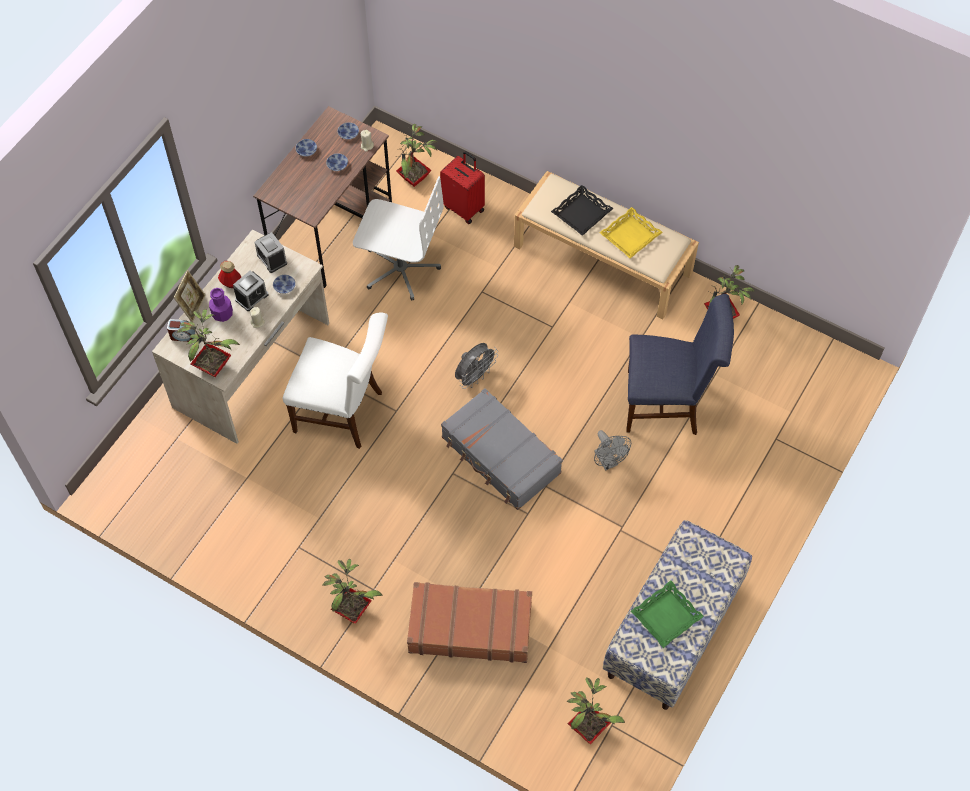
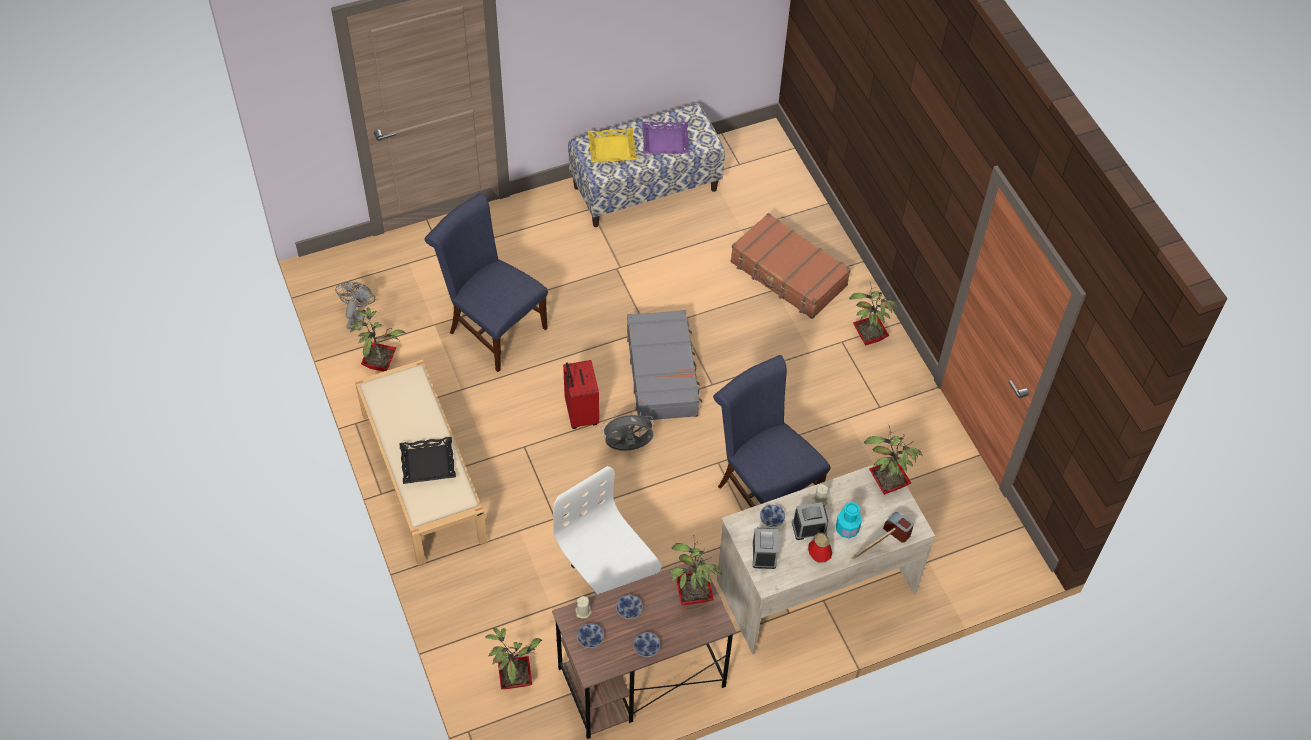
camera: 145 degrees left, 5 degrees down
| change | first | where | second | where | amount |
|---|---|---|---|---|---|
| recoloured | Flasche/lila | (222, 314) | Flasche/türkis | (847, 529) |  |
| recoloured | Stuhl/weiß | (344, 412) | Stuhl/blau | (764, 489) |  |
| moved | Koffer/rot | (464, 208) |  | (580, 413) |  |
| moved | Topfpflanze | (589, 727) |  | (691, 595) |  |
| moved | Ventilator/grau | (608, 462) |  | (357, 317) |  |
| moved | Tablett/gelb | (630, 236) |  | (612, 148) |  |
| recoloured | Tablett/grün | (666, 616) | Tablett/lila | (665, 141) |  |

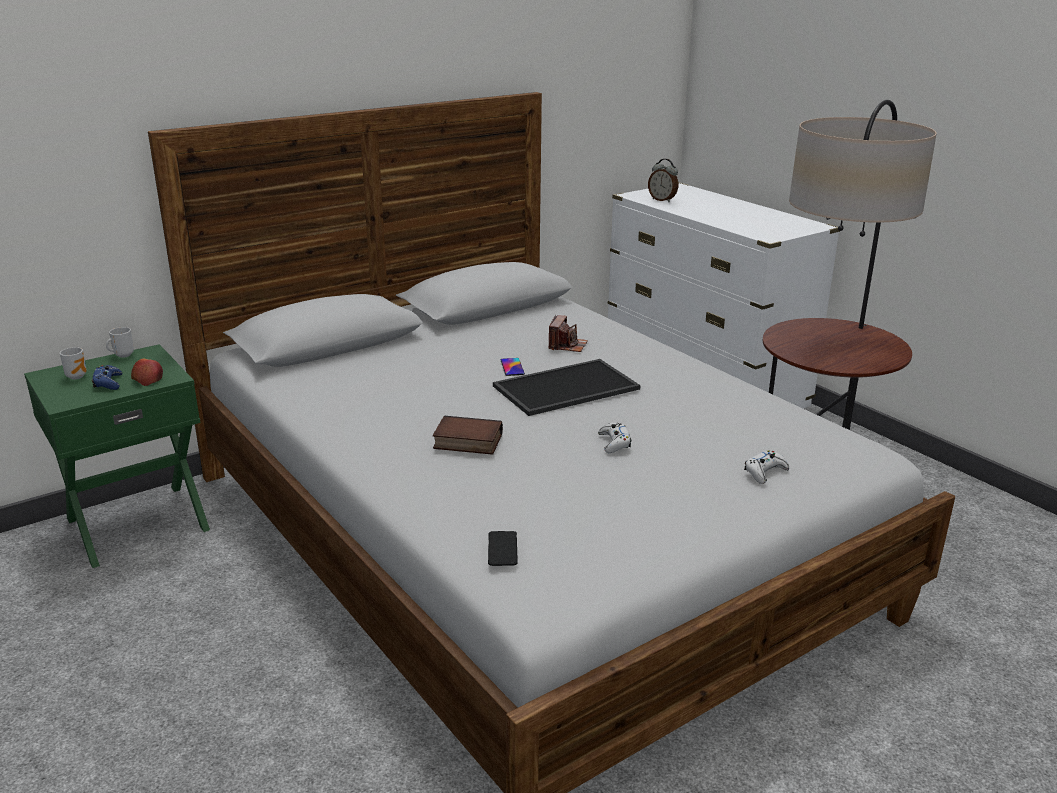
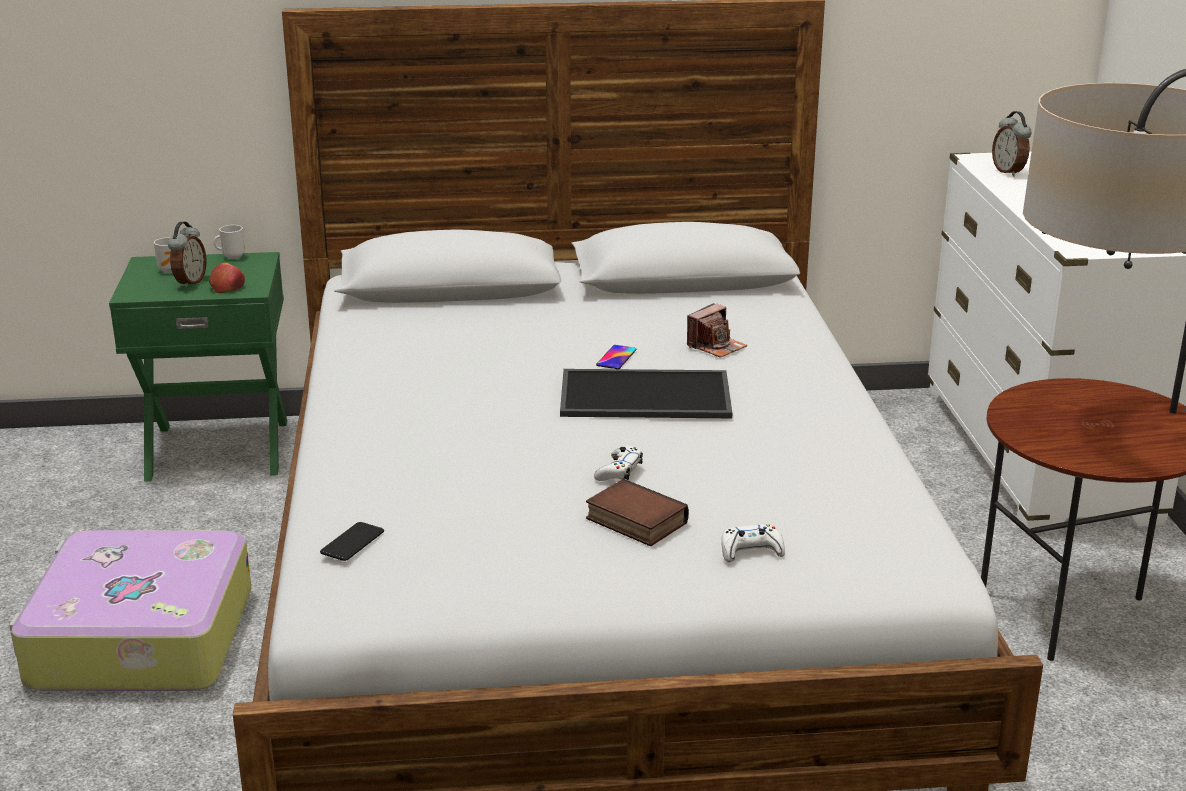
camera: 30 degrees right, 0 degrees up
| change | first | where | second | where | amount |
|---|---|---|---|---|---|
| replaced | Gamepad/blau | (108, 383) | Wecker | (189, 282) |  |
| moved | Buch | (466, 442) |  | (633, 521) |  |
| added |  |  | Koffer | (139, 639) |  |

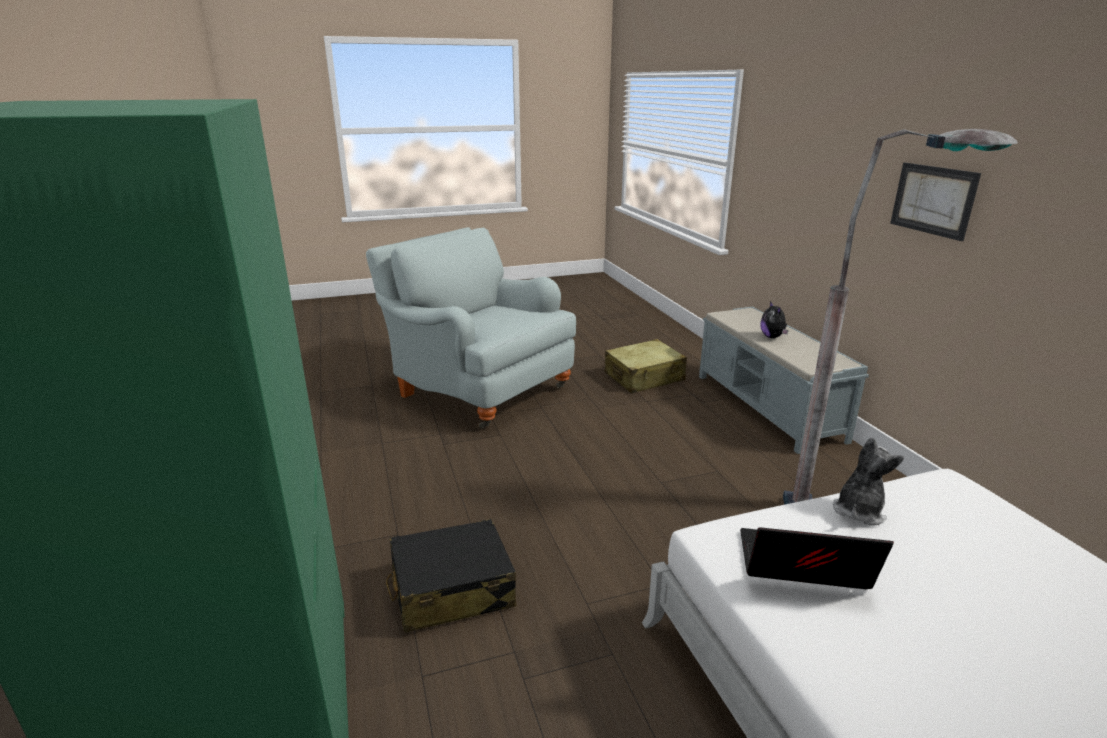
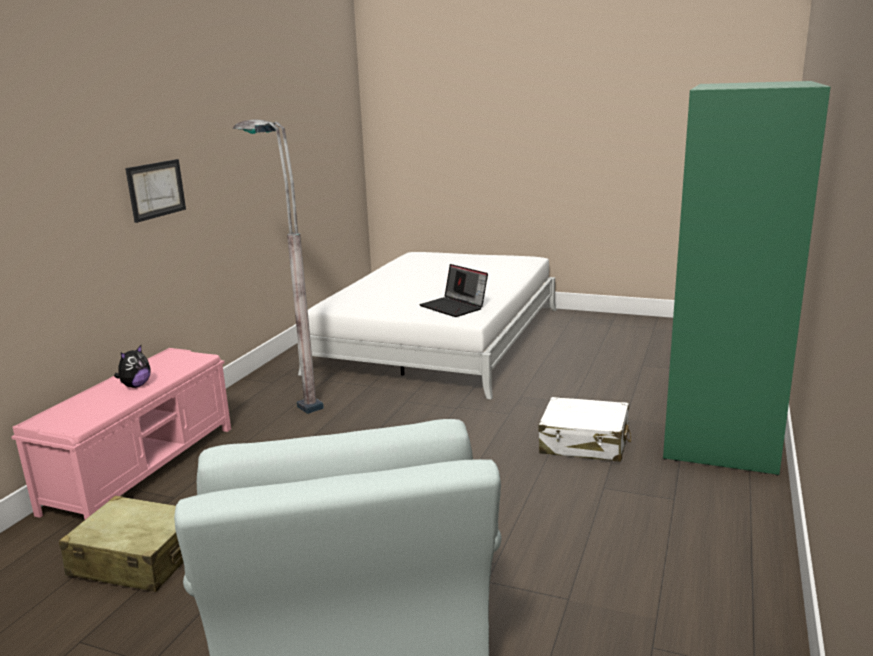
camera: 140 degrees left, 5 degrees down
| change | first | where | second | where | amount |
|---|---|---|---|---|---|
| recoloured | Koffer/schwarz | (451, 590) | Koffer/weiß | (584, 443) |  |
| recoloured | Bank/grau | (768, 407) | Bank/rosa | (143, 467) |  |
| removed | Plüschtier | (858, 511) |  |  |  |

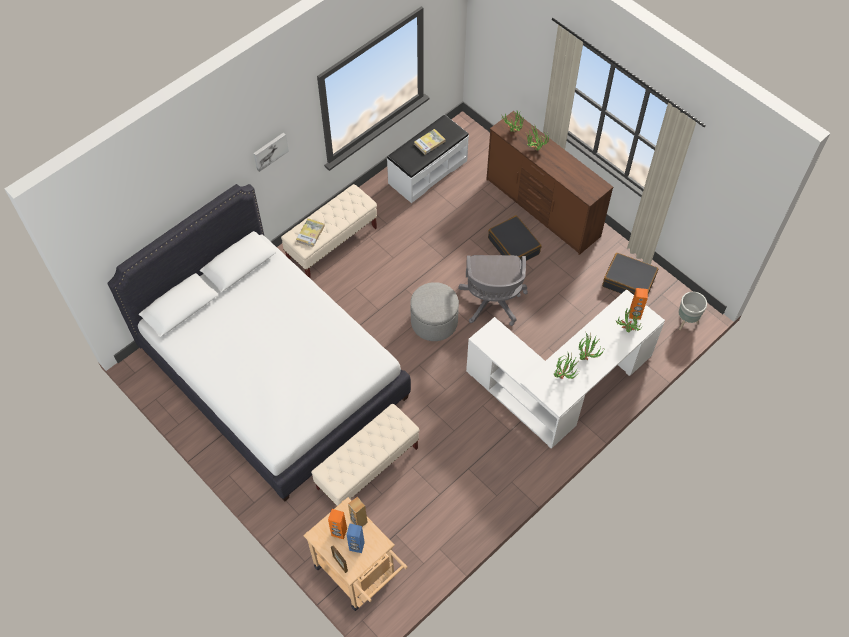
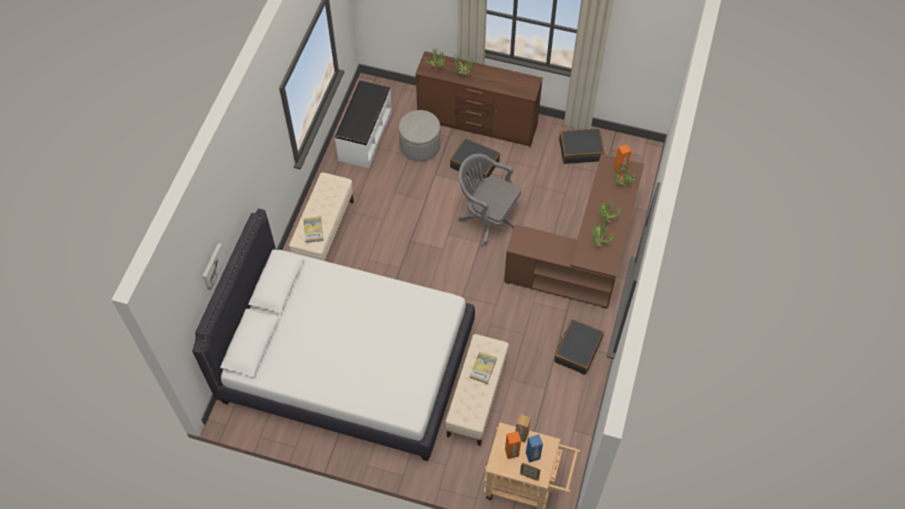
camera: 30 degrees left, 0 degrees up
| change | first | where | second | where | amount |
|---|---|---|---|---|---|
| moved | Bild | (270, 151) |  | (212, 266) |  |
| moved | Polsterhocker/grau | (434, 322) |  | (420, 146) |  |
| moved | Buch | (429, 142) |  | (483, 368) |  |
| turned | Bürostuhl/grau | (492, 303) |  | (488, 218) | 150 degrees clockwise |
| recoloured | Schreibtisch/weiß | (562, 386) | Schreibtisch/braun | (583, 256) |  |
| removed | Pflanzkübel/grau | (686, 322) |  |  |  |
| added |  |  | Koffer/schwarz | (577, 350) |  |

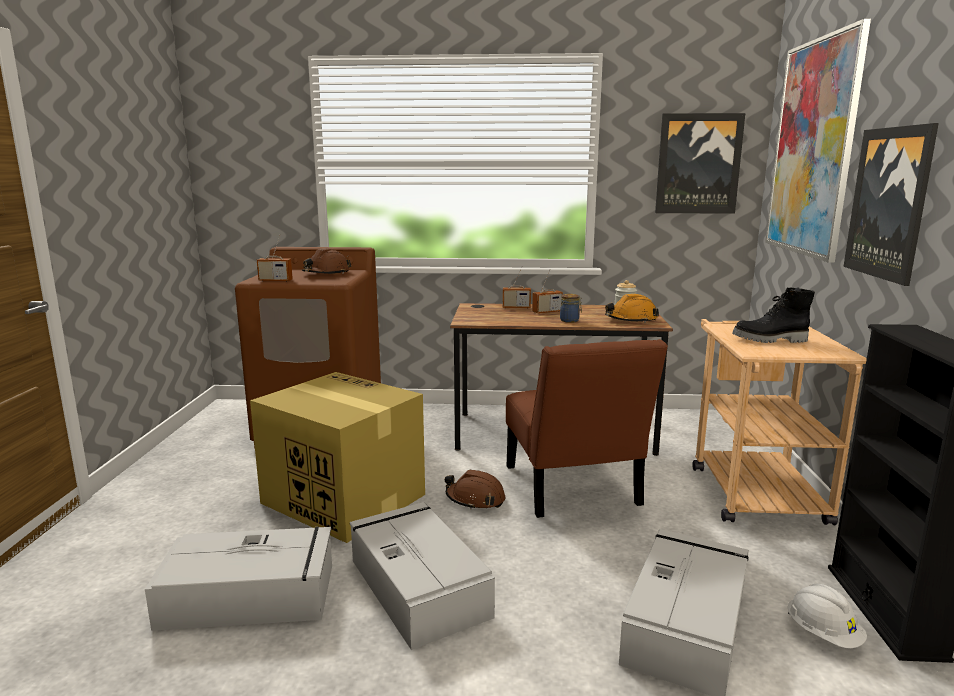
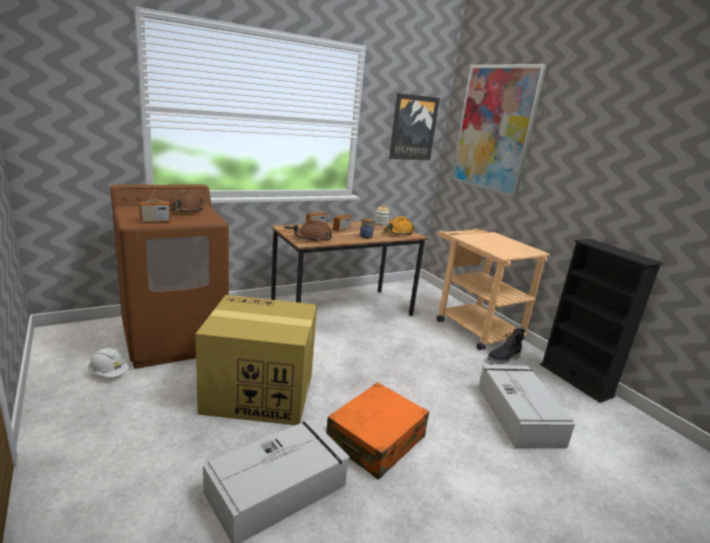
camera: 35 degrees left, 5 degrees up
| change | first | where | second | where | amount |
|---|---|---|---|---|---|
| replaced | Aufbewahrungsbox/grau | (417, 586) | Koffer/orange | (376, 440) |  |
| moved | Schutzhelm/braun | (475, 499) |  | (313, 238) |  |
| removed | Stuhl/braun | (573, 489) |  |  |  |
| moved | Stiefel/schwarz | (770, 340) |  | (504, 359) |  |
| moved | Schutzhelm/weiß | (823, 634) |  | (109, 373) |  |
| removed | Bild | (889, 203) |  |  |  |

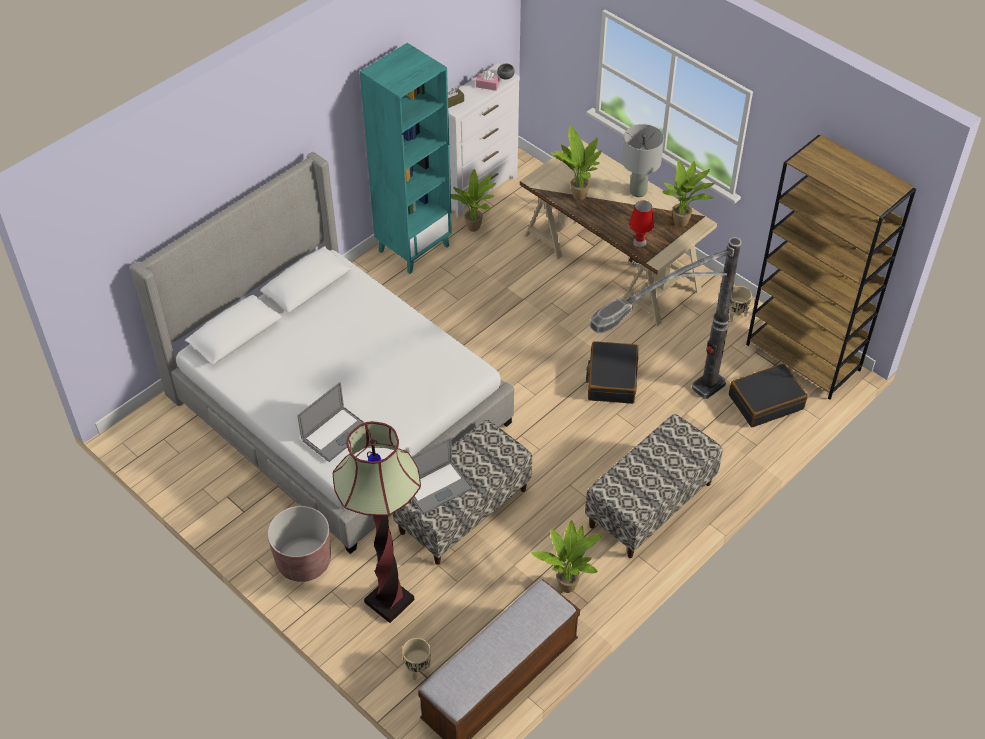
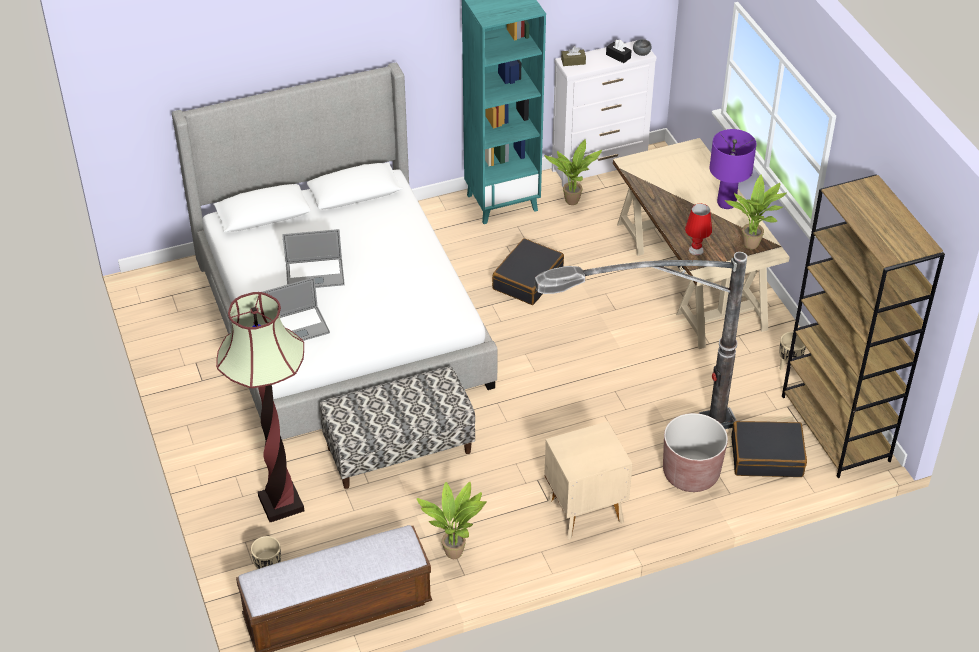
camera: 25 degrees right, 5 degrees down
| change | first | where | second | where | amount |
|---|---|---|---|---|---|
| moved | Pflanzkübel/braun | (304, 561) |  | (691, 473) |  |
| moved | Laptop | (437, 487) |  | (315, 274) |  |
| recoloured | Taschentuchbox/rosa | (487, 85) | Taschentuchbox/schwarz | (618, 56) |  |
| removed | Topfpflanze | (577, 196) |  |  |  |
| replaced | Bank | (650, 505) | Nachttisch/beige | (584, 510) |  |
| moved | Koffer/schwarz | (611, 379) |  | (527, 279) |  |
| recoloured | Tischlampe/grau | (638, 192) | Tischlampe/lila | (726, 203) |  |

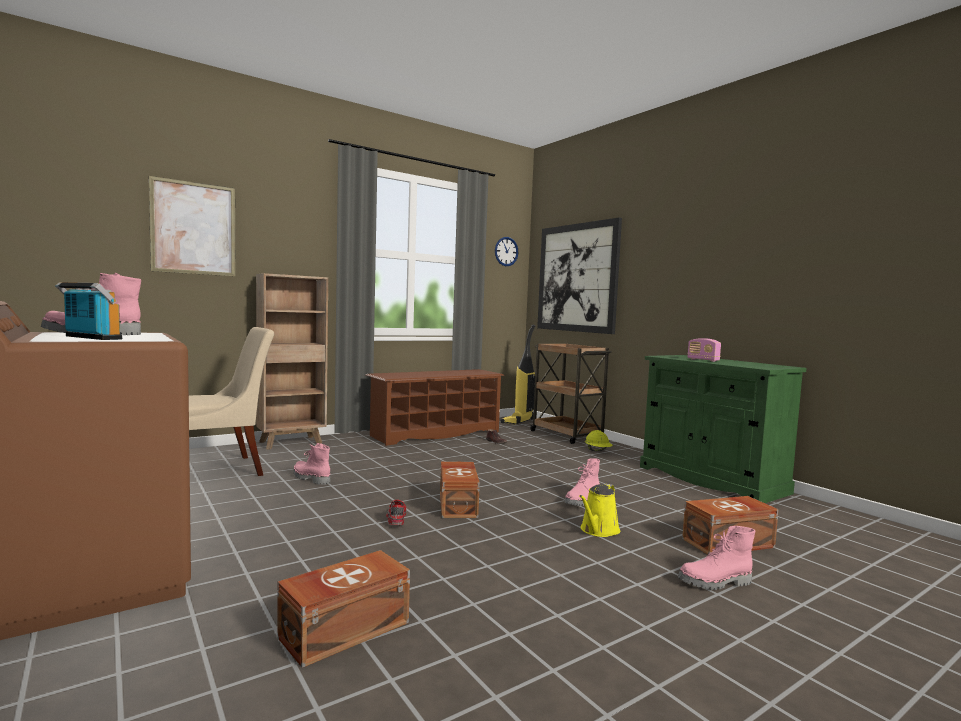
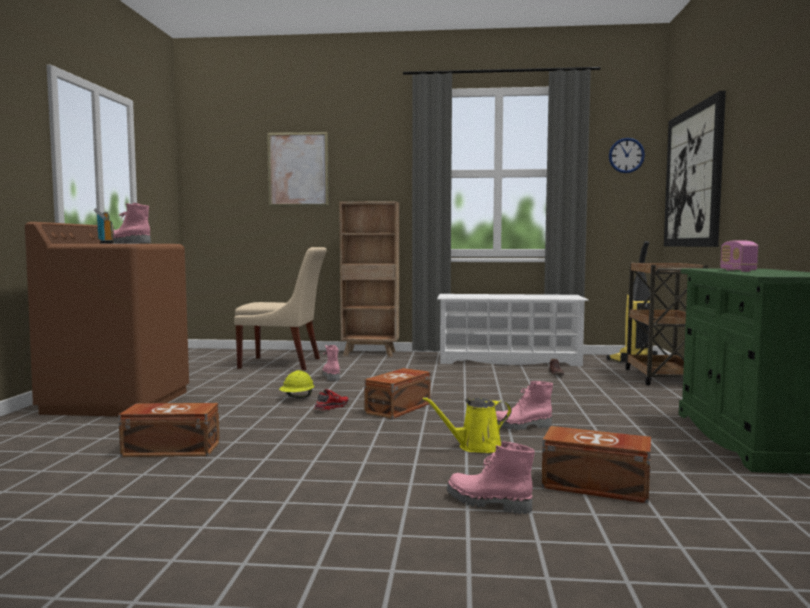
camera: 40 degrees right, 0 degrees up
| change | first | where | second | where | amount |
|---|---|---|---|---|---|
| recoloured | Schuhregal/braun | (435, 433) | Schuhregal/weiß | (509, 360) |  |
| moved | Schutzhelm/gelb | (598, 451) |  | (297, 398) |  |

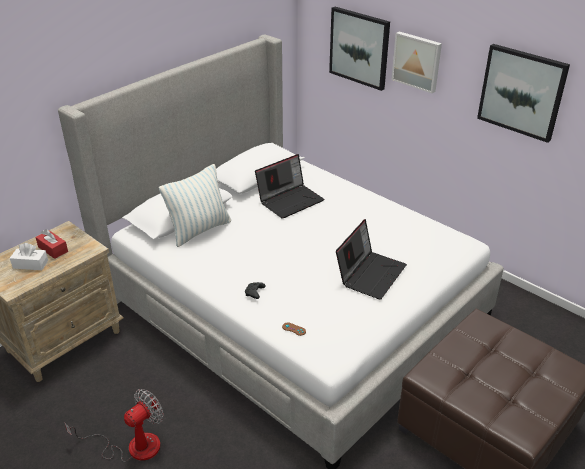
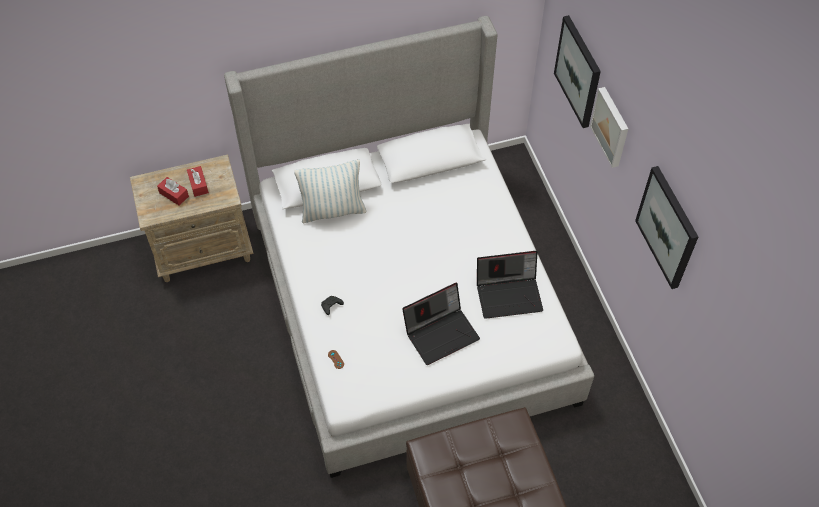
camera: 30 degrees right, 20 degrees up
| change | first | where | second | where | amount |
|---|---|---|---|---|---|
| recoloured | Taschentuchbox/weiß | (30, 264) | Taschentuchbox/rot | (174, 194) |  |
| removed | Ventilator | (132, 446) |  |  |  |
| moved | Laptop | (290, 200) |  | (509, 294) |  |

